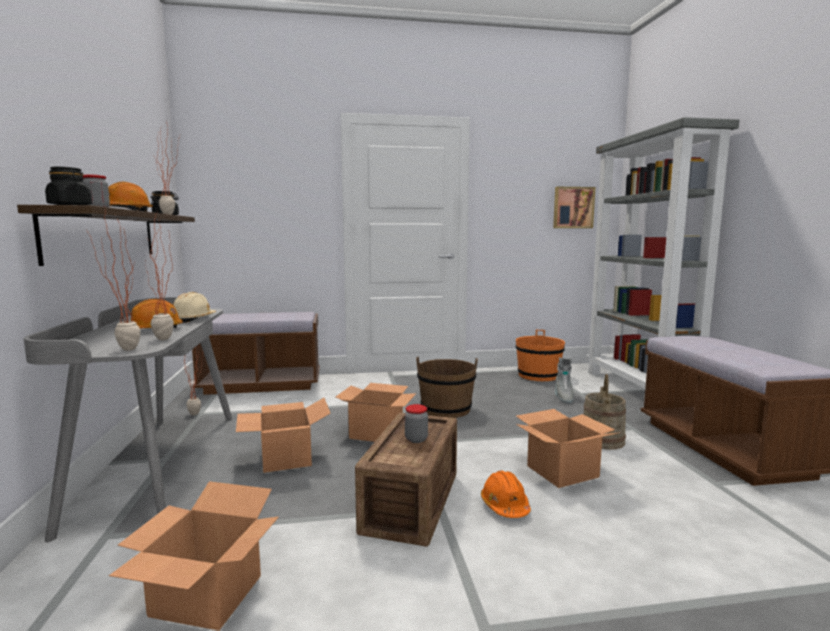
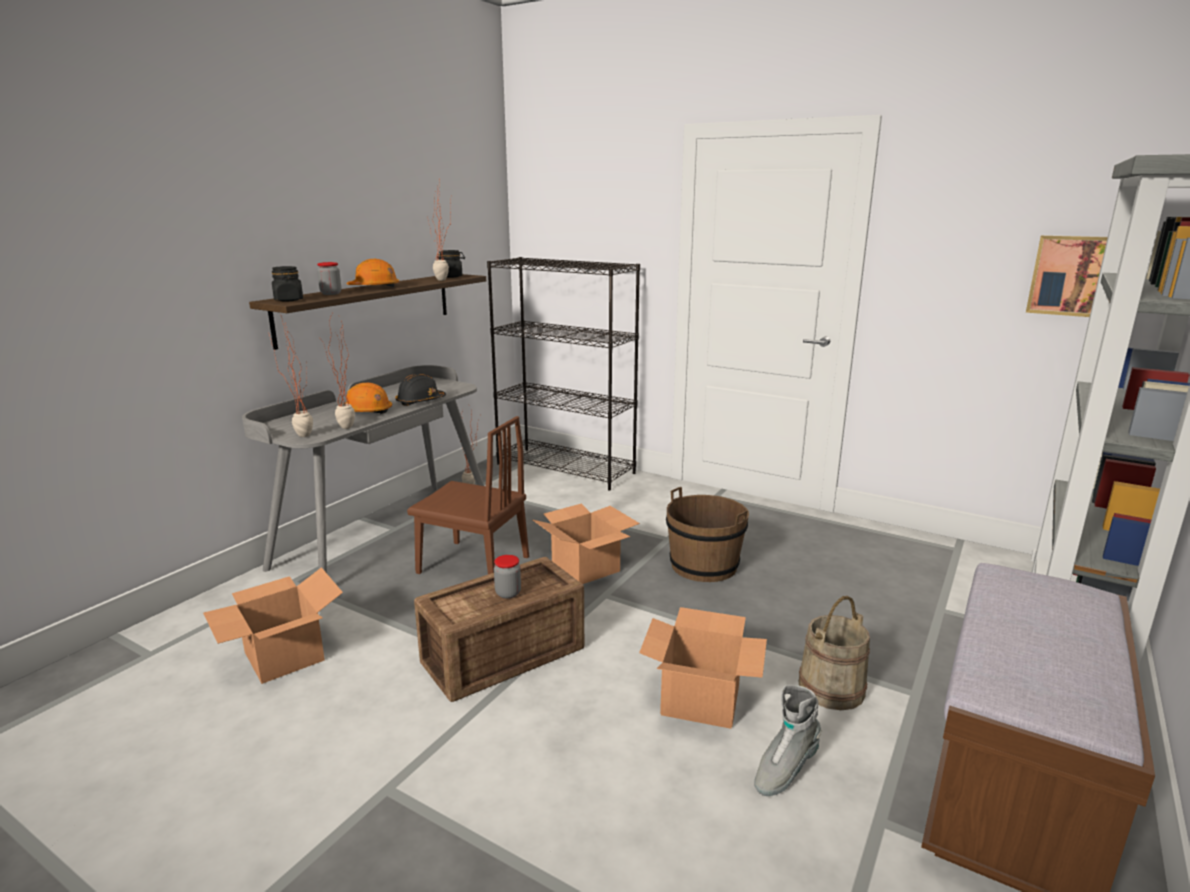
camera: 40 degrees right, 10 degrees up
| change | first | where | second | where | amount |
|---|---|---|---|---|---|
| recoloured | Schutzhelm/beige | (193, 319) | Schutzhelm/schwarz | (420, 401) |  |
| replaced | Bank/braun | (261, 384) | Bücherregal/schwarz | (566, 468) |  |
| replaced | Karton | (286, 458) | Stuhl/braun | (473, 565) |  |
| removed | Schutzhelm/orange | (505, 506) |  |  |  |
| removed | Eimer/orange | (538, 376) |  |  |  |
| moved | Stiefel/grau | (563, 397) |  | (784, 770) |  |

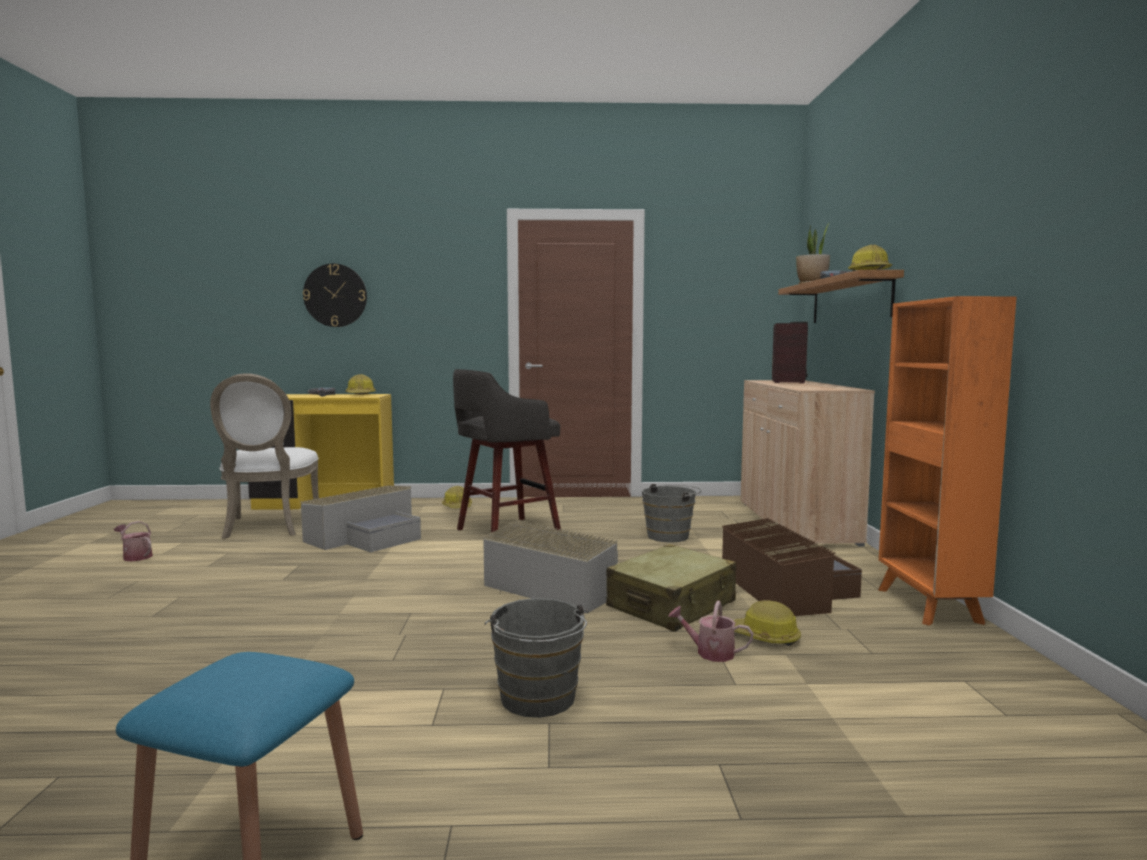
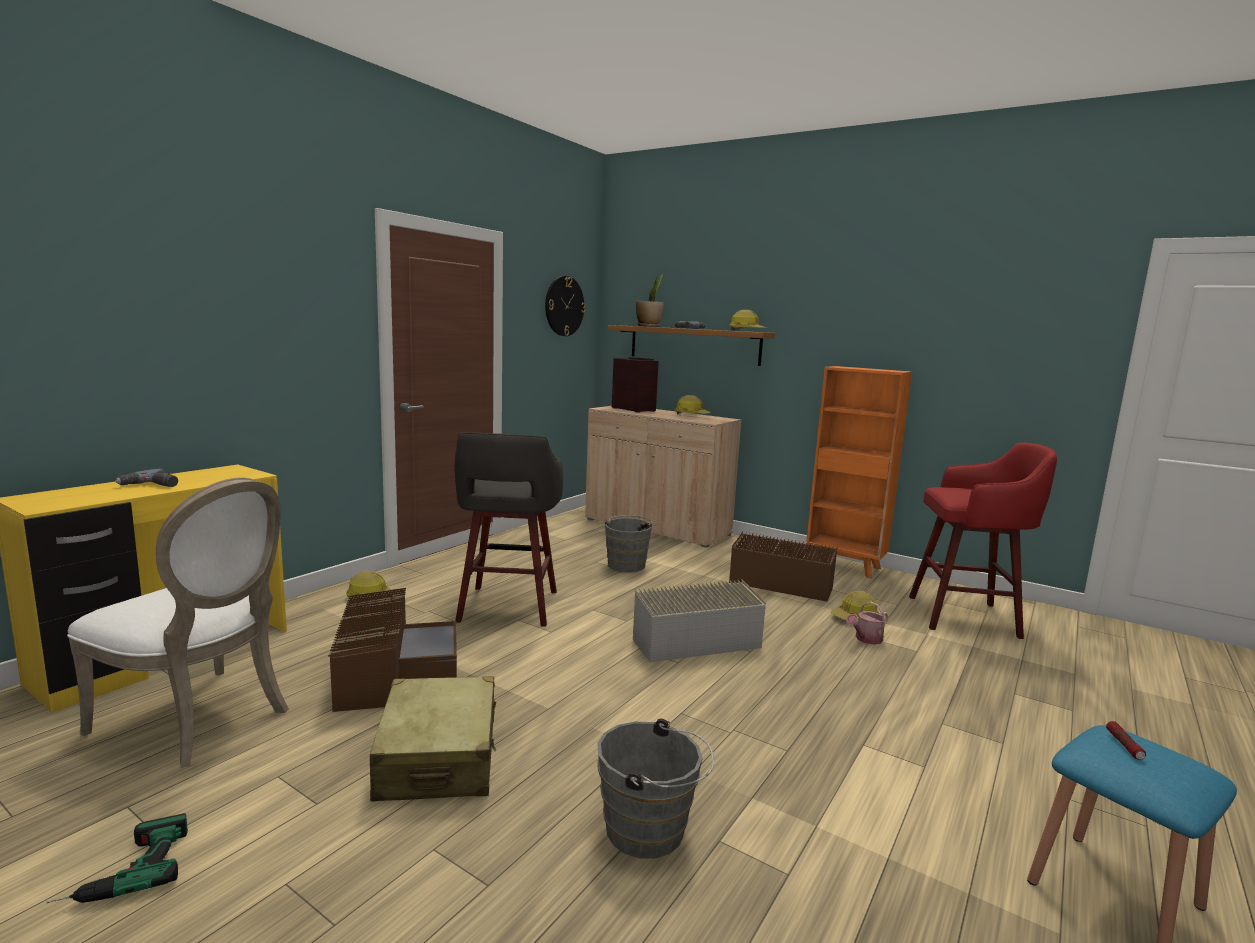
camera: 55 degrees left, 5 degrees up
| change | first | where | second | where | amount |
|---|---|---|---|---|---|
| replaced | Gießkanne | (135, 556) | Bohrmaschine | (123, 870) |  |
| recoloured | Aufbewahrungsbox/grau | (368, 536) | Aufbewahrungsbox/braun | (391, 669) |  |
| moved | Wanduhr | (335, 295) |  | (564, 306) |  |
| moved | Schutzhelm | (360, 395) |  | (691, 415) |  |
| moved | Eimer/grau | (538, 701) |  | (651, 832) |  |
| moved | Koffer/beige | (671, 605) |  | (438, 757) |  |
| added |  |  | Hocker/rot | (967, 617) |  |
| added |  |  | Taschenlampe | (1124, 745) |  |

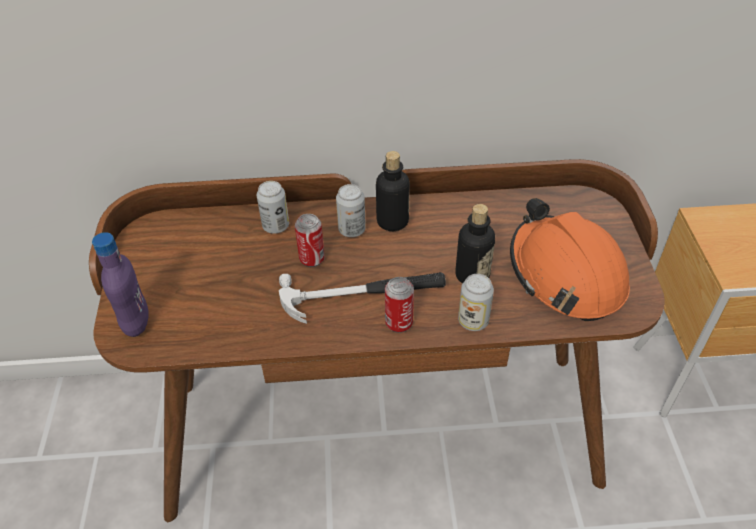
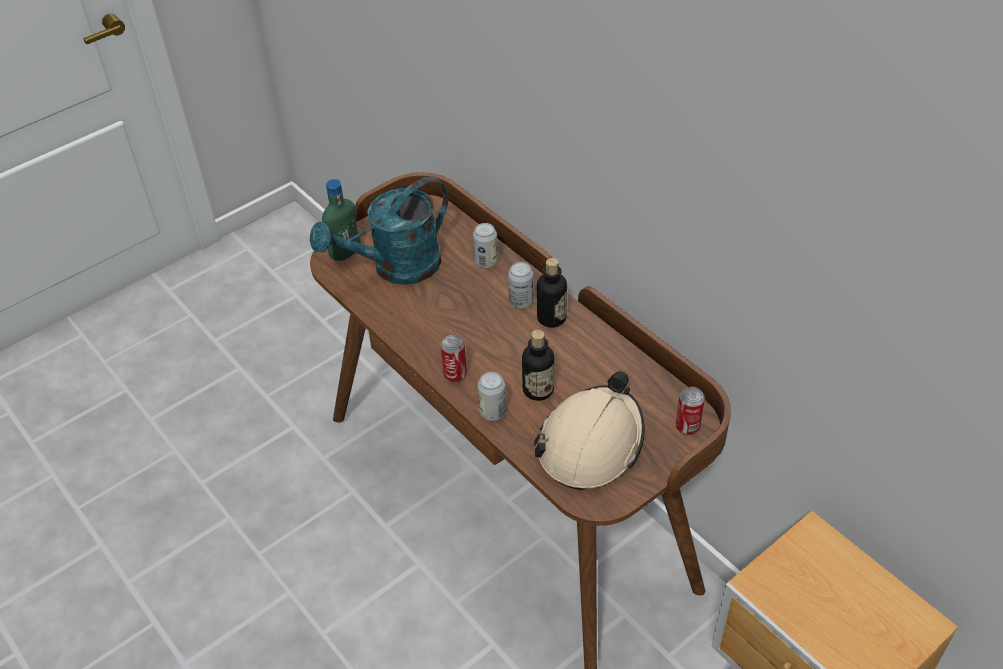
camera: 55 degrees right, 0 degrees up
| change | first | where | second | where | amount |
|---|---|---|---|---|---|
| recoloured | Flasche/lila | (136, 323) | Flasche/grün | (345, 253) |  |
| removed | Hammer | (363, 294) |  |  |  |
| moved | Dose | (312, 259) |  | (687, 426) |  |
| recoloured | Schutzhelm/orange | (565, 274) | Schutzhelm/beige | (591, 443) |  |
| added |  |  | Gießkanne/türkis | (396, 268) |  |

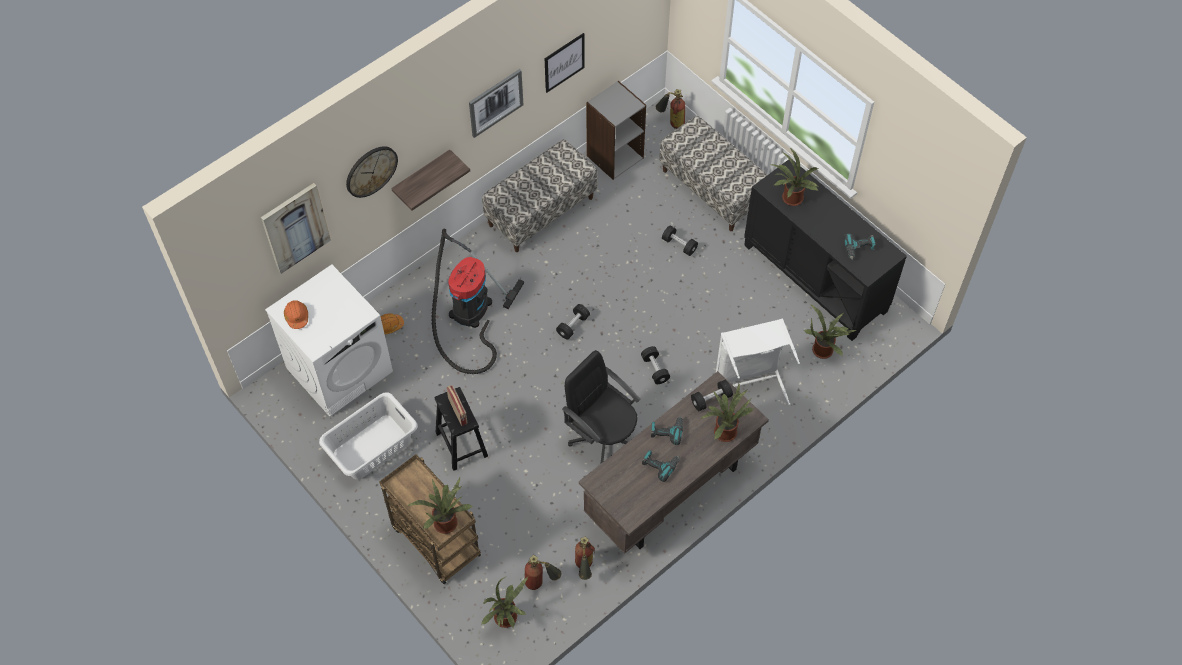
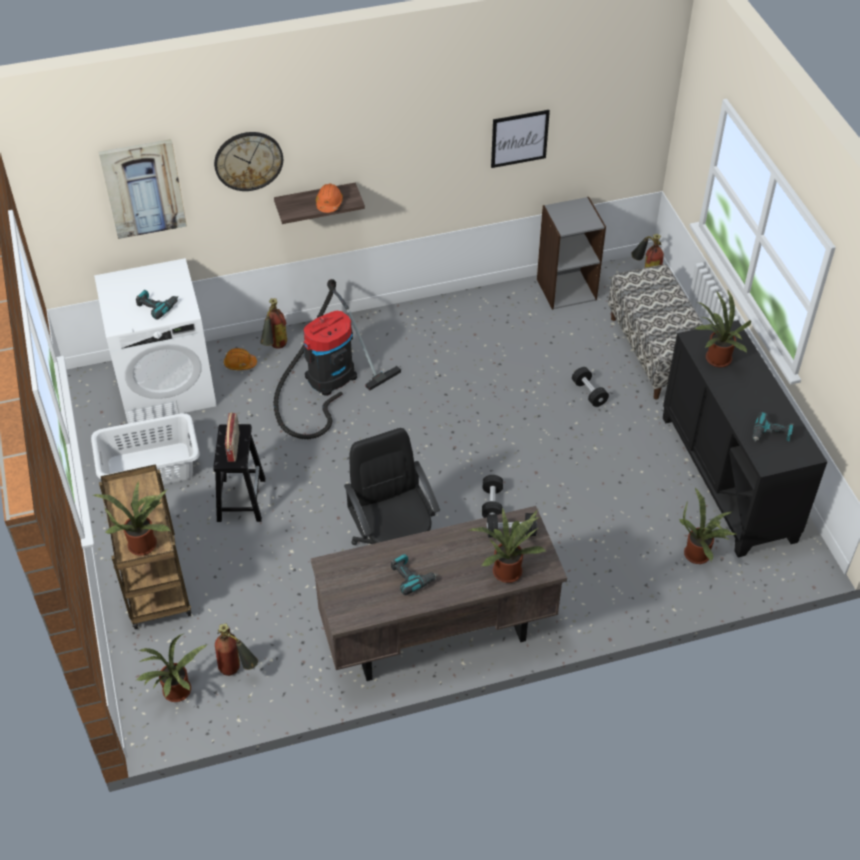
camera: 25 degrees right, 10 degrees down
| change | first | where | second | where | amount |
|---|---|---|---|---|---|
| moved | Schutzhelm/orange | (297, 316) |  | (329, 203) |  |
| removed | Bild | (495, 102) |  |  |  |
| removed | Bank | (541, 211) |  |  |  |
| removed | Hantel/schwarz | (573, 325) |  |  |  |
| moved | Feuerlöscher | (584, 569) |  | (275, 348) |  |
| moved | Bohrmaschine | (667, 431) |  | (157, 306) |  |
| removed | Wäschekorb/weiß | (749, 383) |  |  |  |

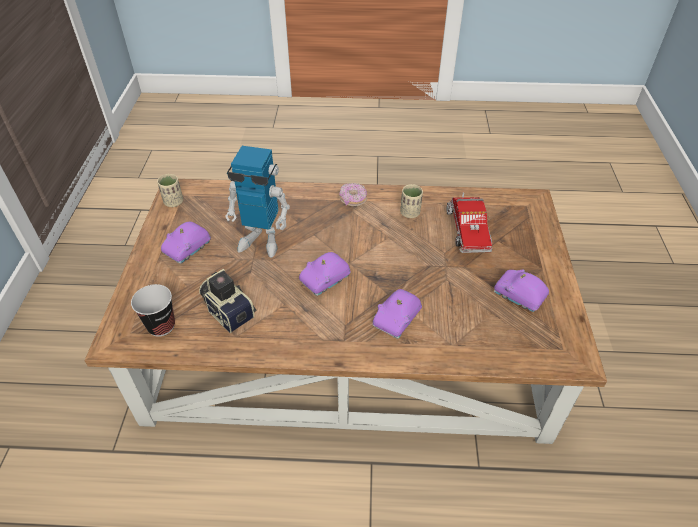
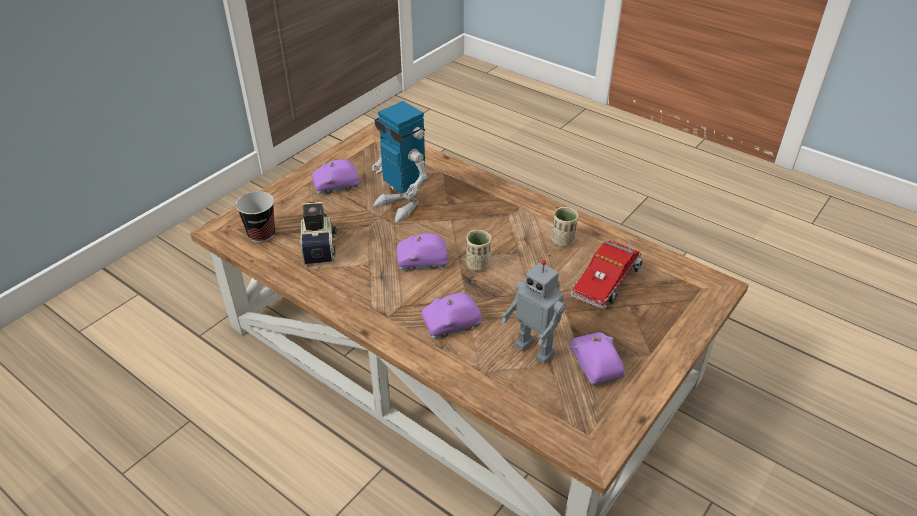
camera: 35 degrees right, 5 degrees down
| change | first | where | second | where | amount |
|---|---|---|---|---|---|
| moved | Tasse/beige | (173, 202) |  | (478, 264) |  |
| removed | Donut | (353, 200) |  |  |  |
| added |  |  | Spielzeugroboter | (536, 349) |  |

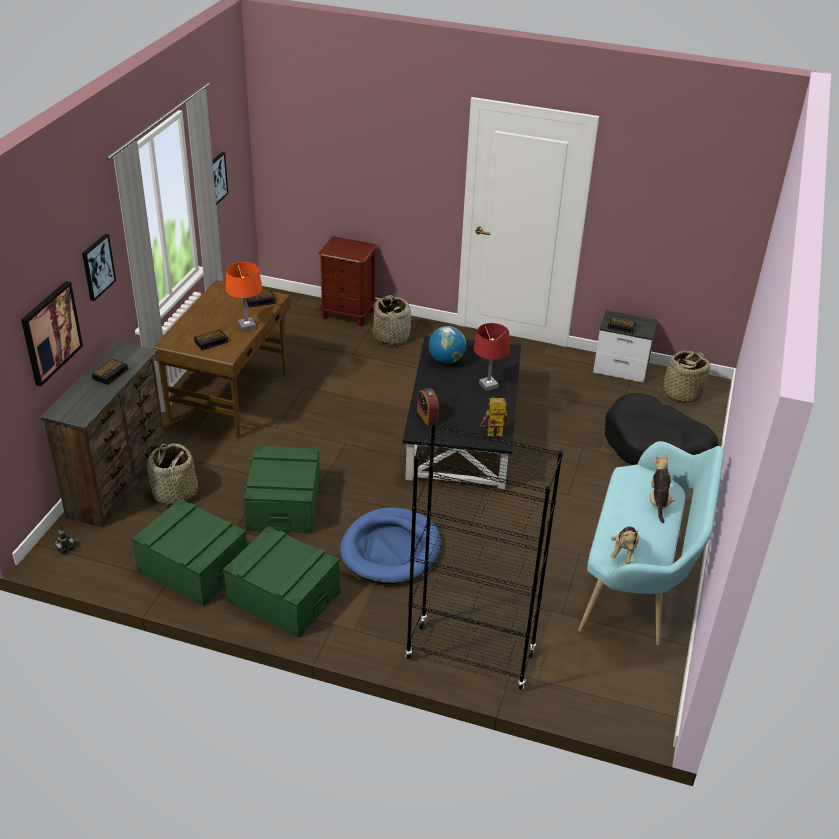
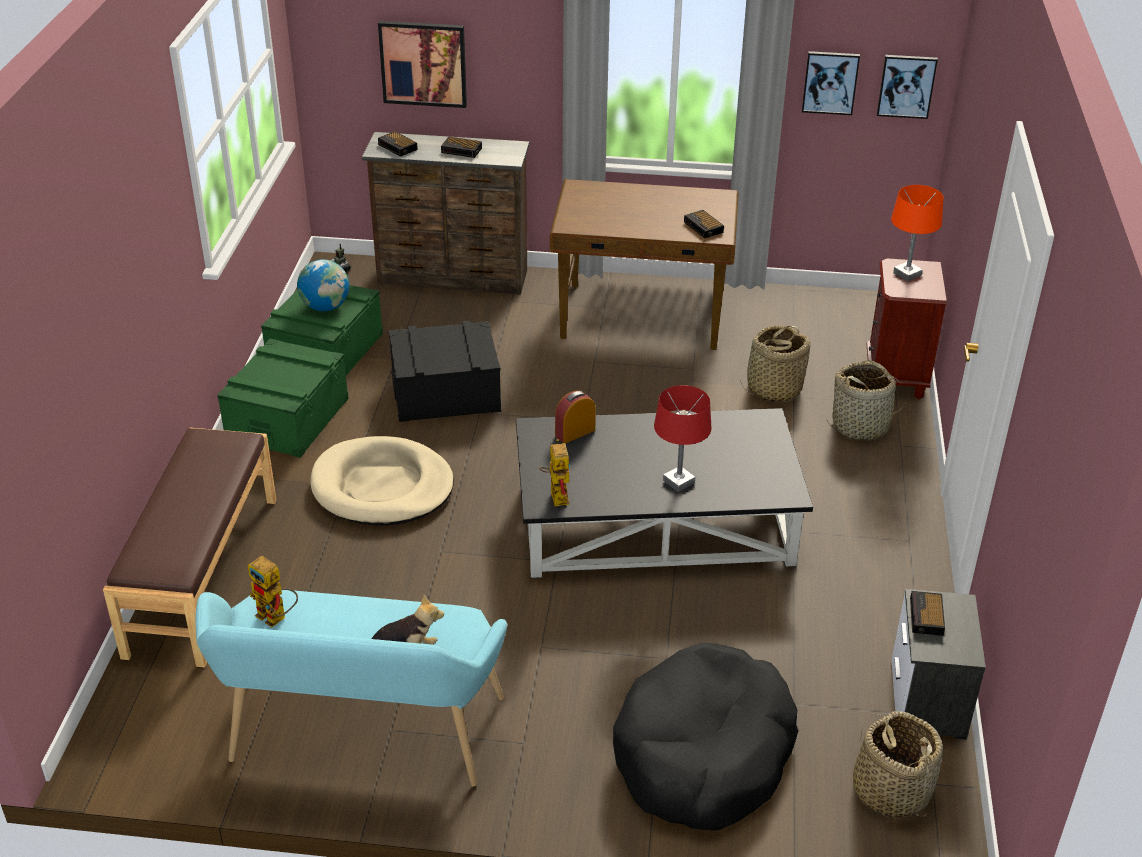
camera: 80 degrees right, 0 degrees up
| change | first | where | second | where | amount |
|---|---|---|---|---|---|
| moved | Bild | (97, 267) |  | (906, 86) |  |
| moved | Korb | (175, 493) |  | (773, 389) |  |
| moved | Wecker | (212, 342) |  | (398, 147) |  |
| moved | Tischlampe/orange | (247, 326) |  | (907, 274) |  |
| recoloured | Aufbewahrungsbox/grün | (284, 505) | Aufbewahrungsbox/schwarz | (445, 392) |  |
| recoloured | Hundebett/blau | (391, 549) | Hundebett/beige | (382, 487) |  |
| replaced | Bücherregal/schwarz | (469, 656) | Bank/braun | (201, 574) |  |
| moved | Globus | (446, 360) |  | (325, 307) |  |
| replaced | Plüschtier | (624, 552) | Spielzeugroboter | (277, 618) |  |

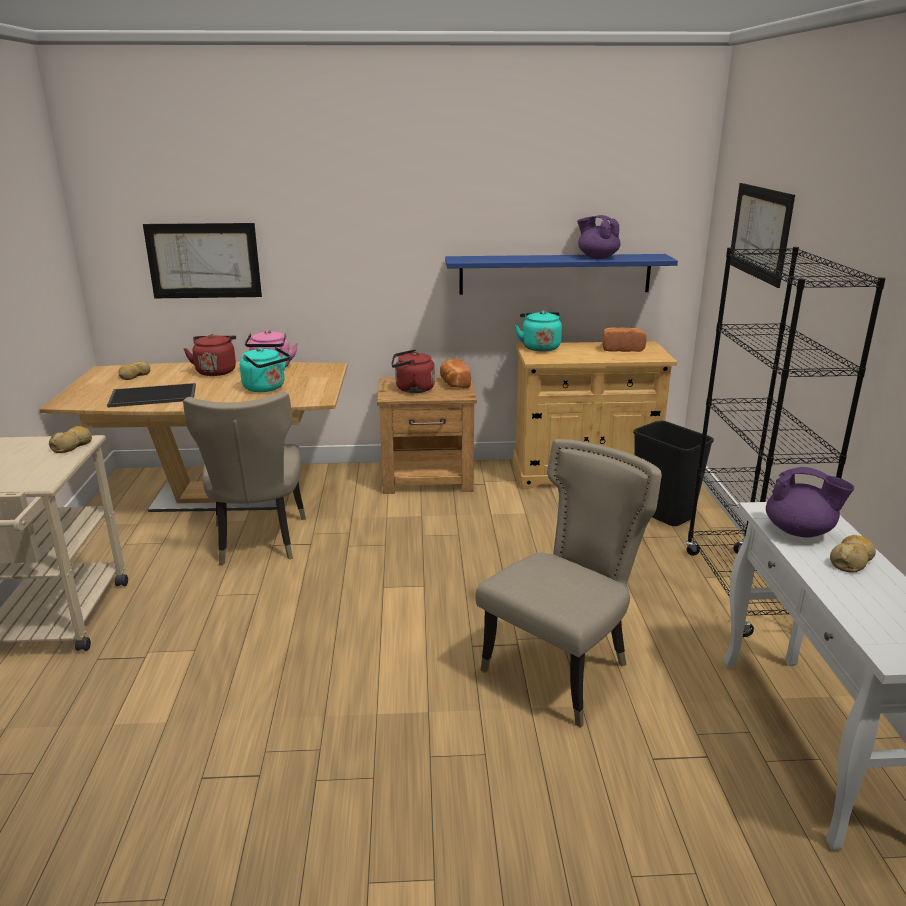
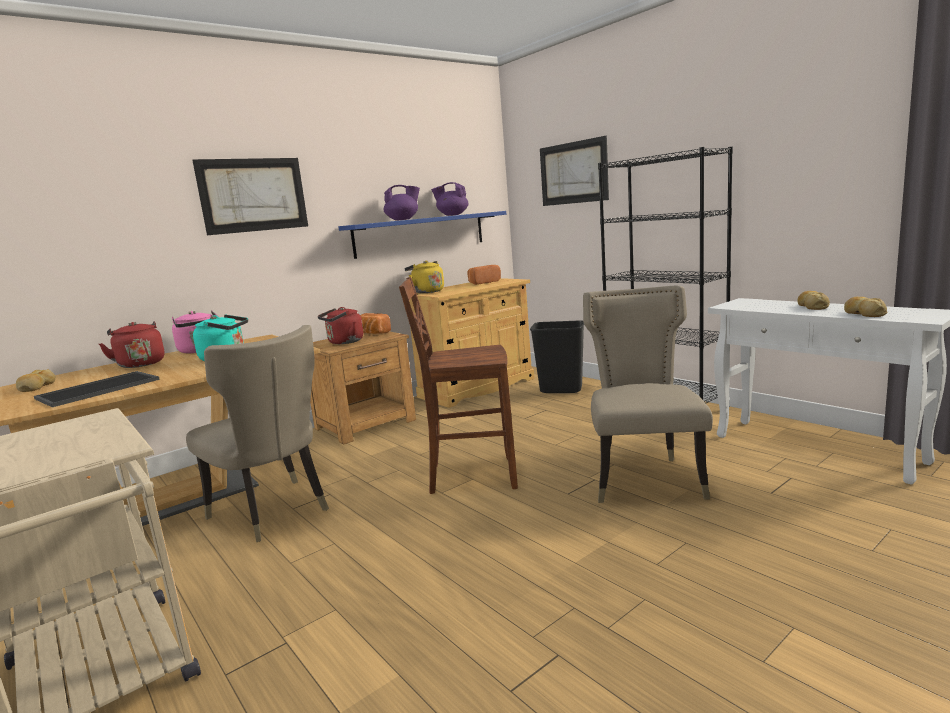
camera: 35 degrees left, 10 degrees down
| change | first | where | second | where | amount |
|---|---|---|---|---|---|
| moved | Brot | (73, 445) |  | (864, 313) |  |
| moved | Bild | (203, 261) |  | (253, 195) |  |
| recoloured | Wasserkessel/türkis | (539, 347) | Wasserkessel/gelb | (427, 292) |  |
| moved | Teekanne/lila | (800, 531) |  | (403, 220) |  |
| added |  |  | Stuhl/braun | (470, 475) |  |

